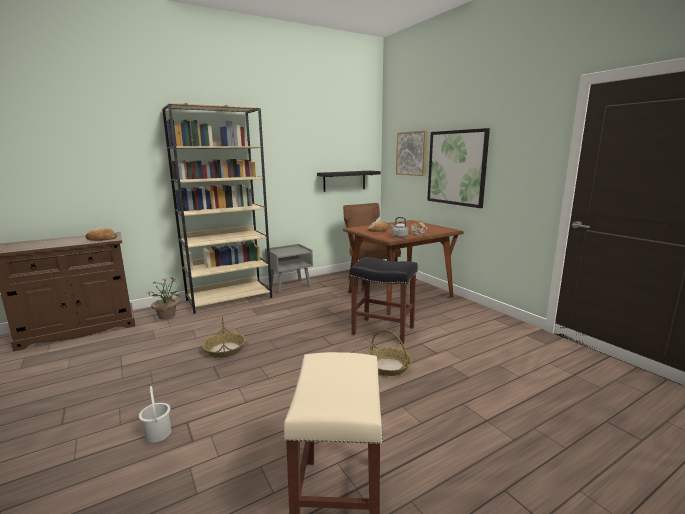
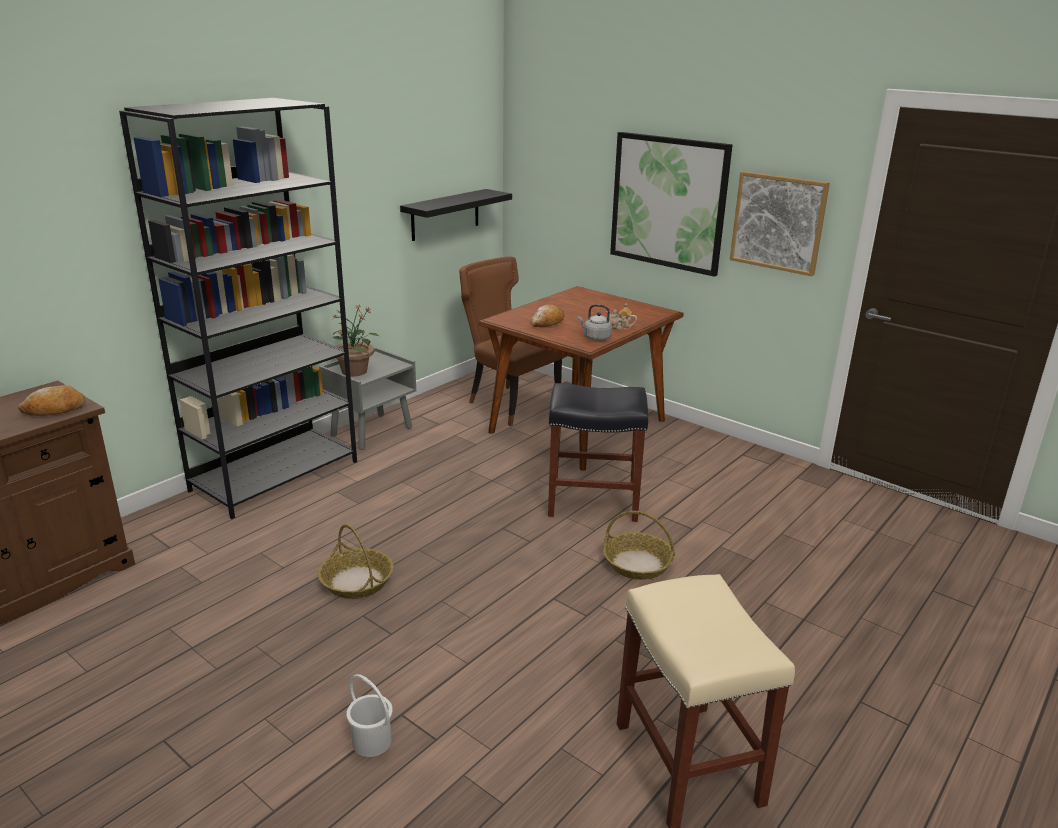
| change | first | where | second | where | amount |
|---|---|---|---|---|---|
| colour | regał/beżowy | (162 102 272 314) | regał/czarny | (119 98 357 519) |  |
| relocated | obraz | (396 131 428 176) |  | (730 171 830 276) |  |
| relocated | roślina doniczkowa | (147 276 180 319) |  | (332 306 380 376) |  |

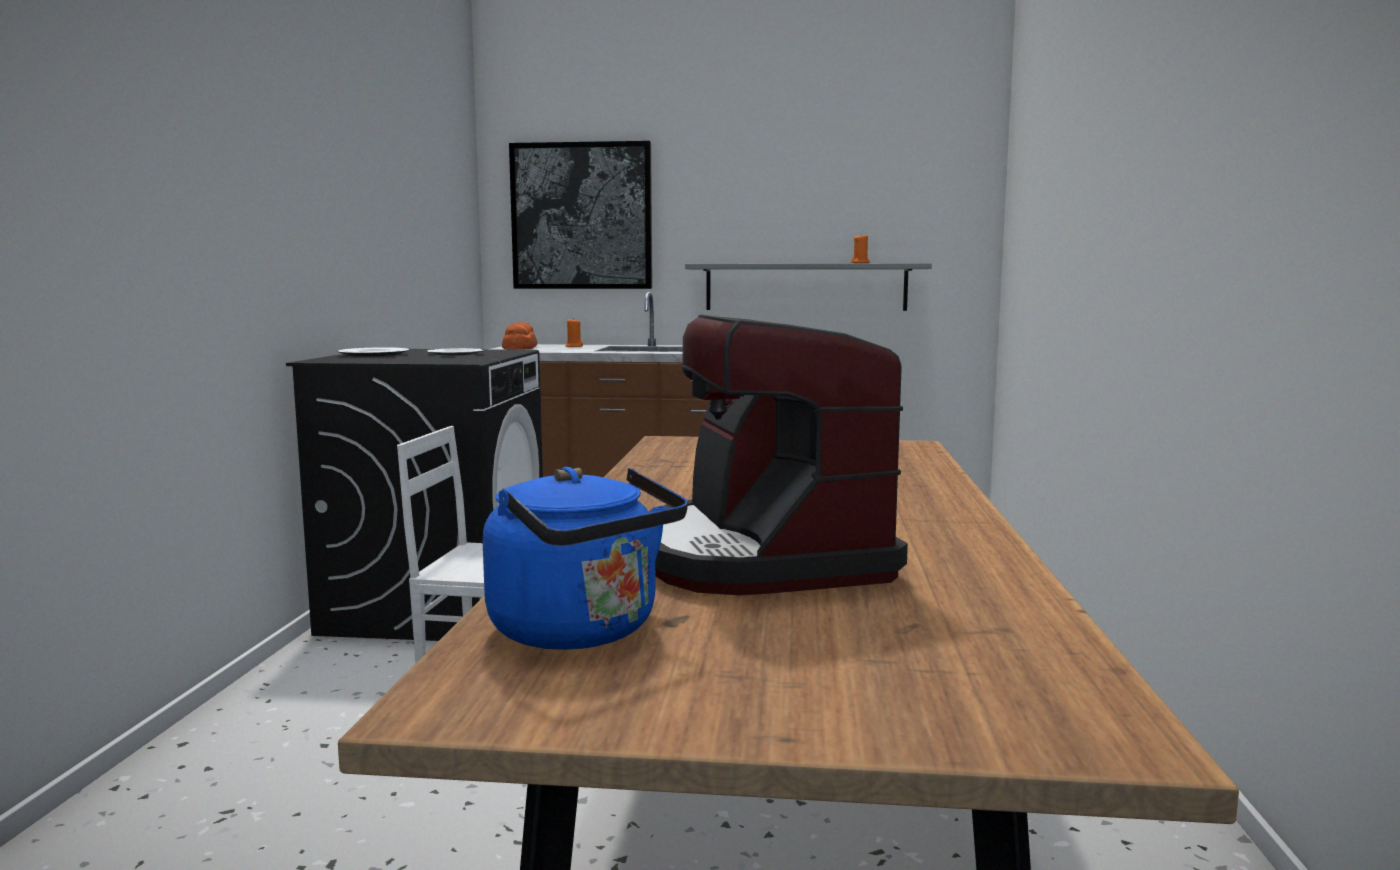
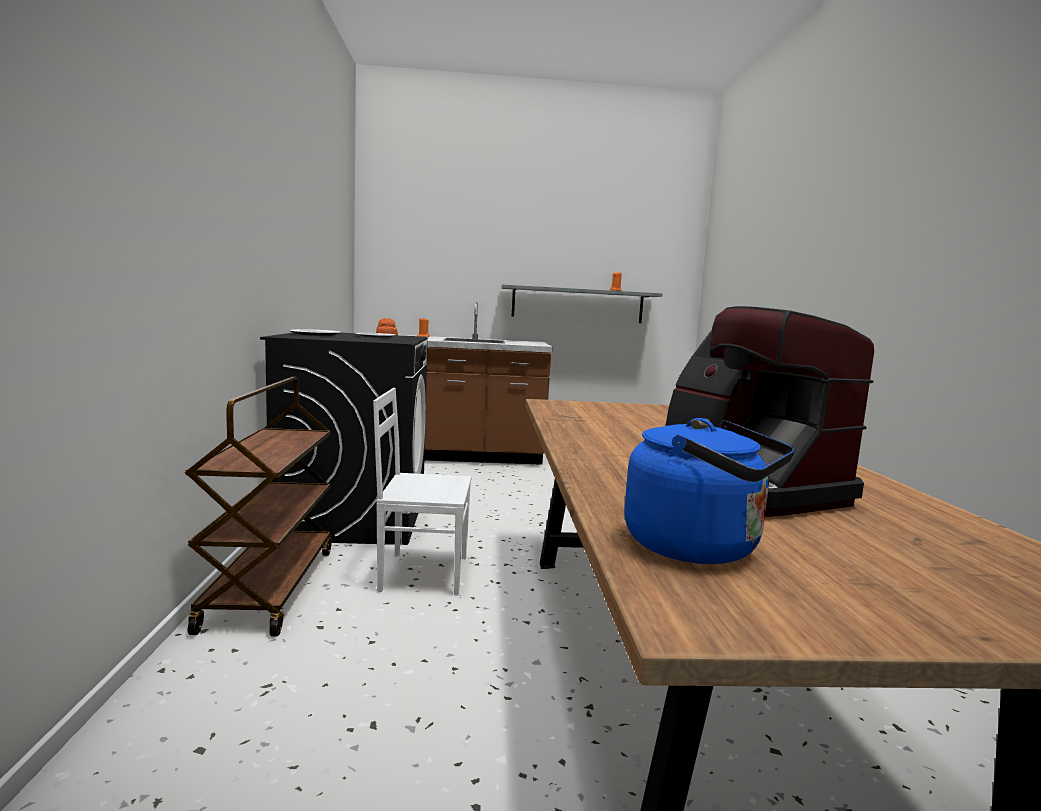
| change | first | where | second | where | amount |
|---|---|---|---|---|---|
| missing | obraz | (509 141 652 289) |  |  |  |
| appeared |  |  | wózek/brązowy | (185 377 332 636) |  |

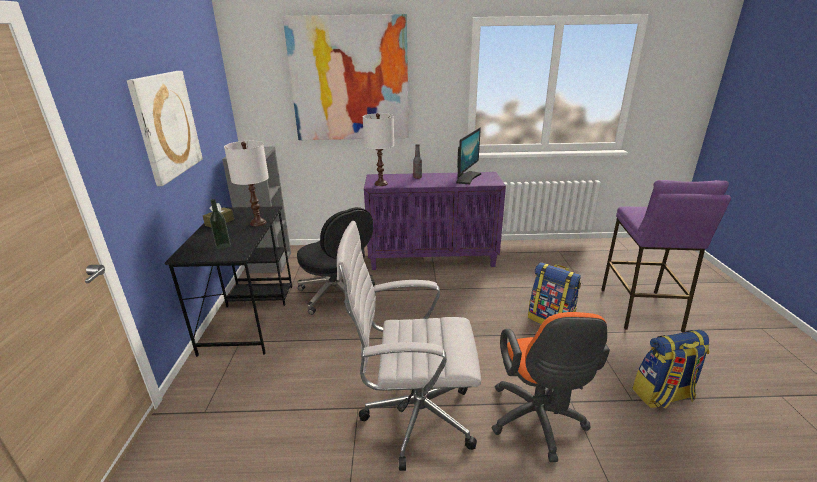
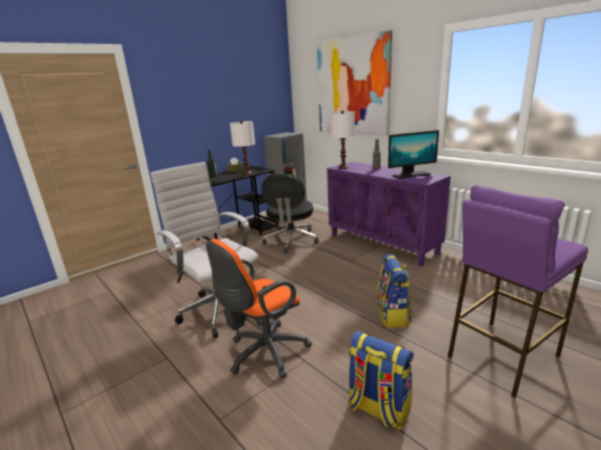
| change | first | where | second | where | amount |
|---|---|---|---|---|---|
| missing | obraz | (127 71 203 186) |  |  |  |

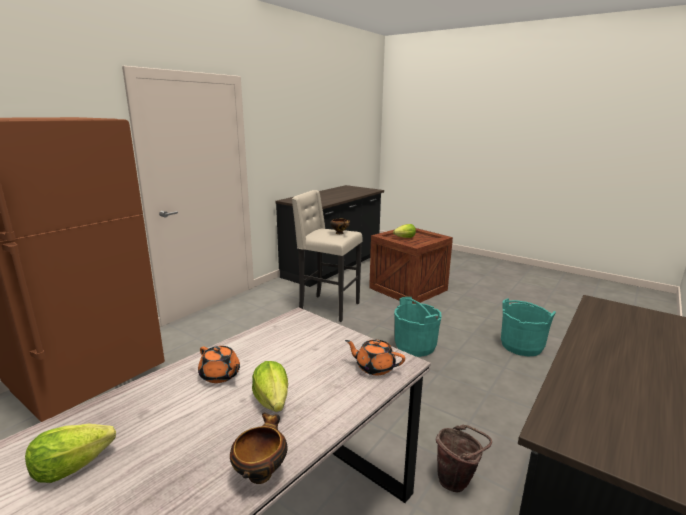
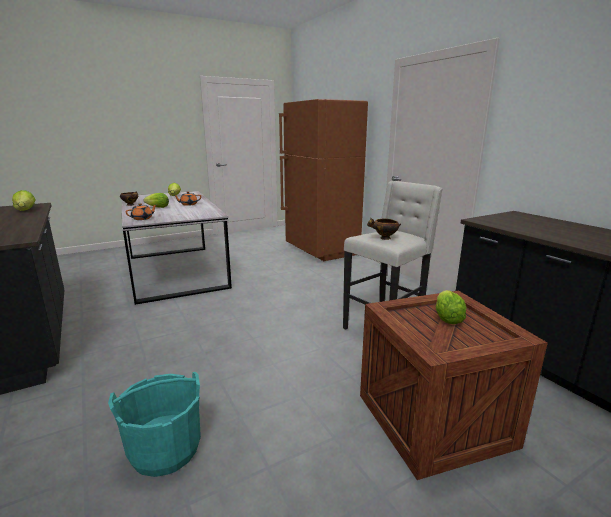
| change | first | where | second | where | amount |
|---|---|---|---|---|---|
| missing | wiadro/turkusowy | (394 297 441 357) |  |  |  |
| missing | wiadro/brązowy | (436 425 492 492) |  |  |  |
| appeared |  |  | sałata | (12 190 36 211) |  |

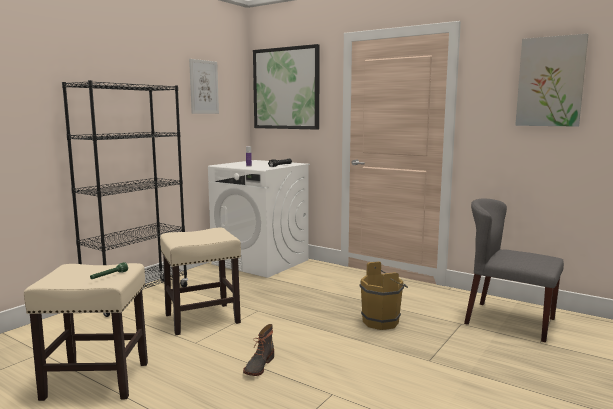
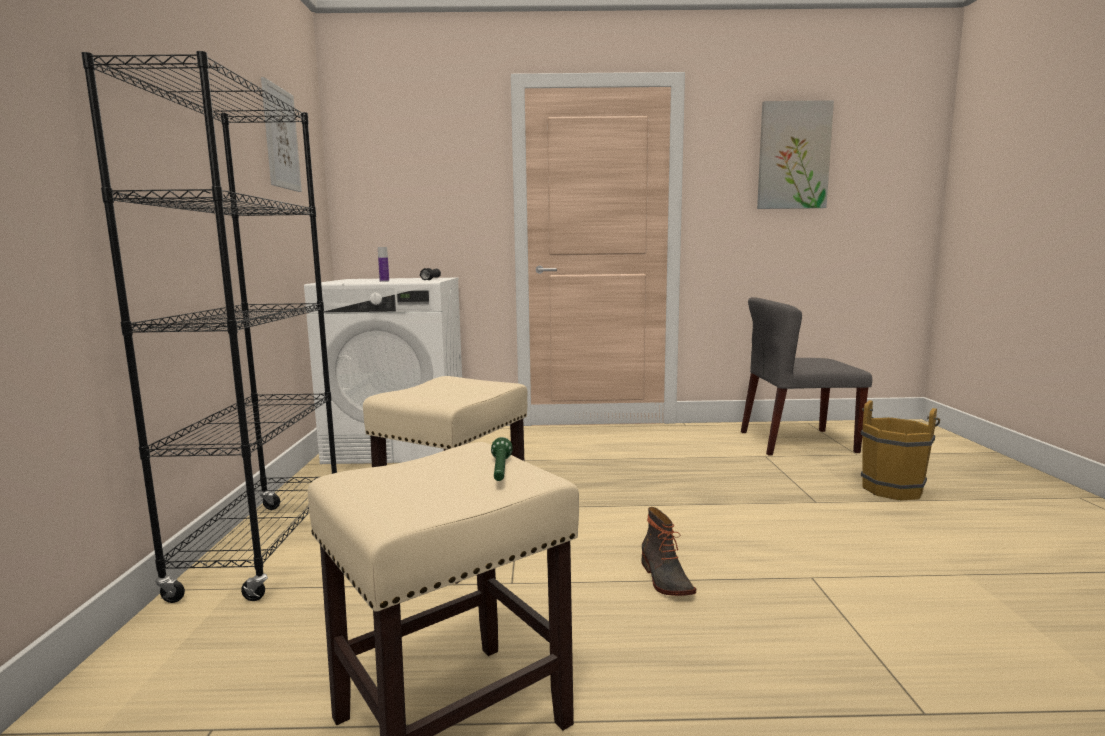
| change | first | where | second | where | amount |
|---|---|---|---|---|---|
| missing | obraz | (253 44 320 130) |  |  |  |
| relocated | wiadro/brązowy | (360 261 408 330) |  | (861 400 940 500) |  |

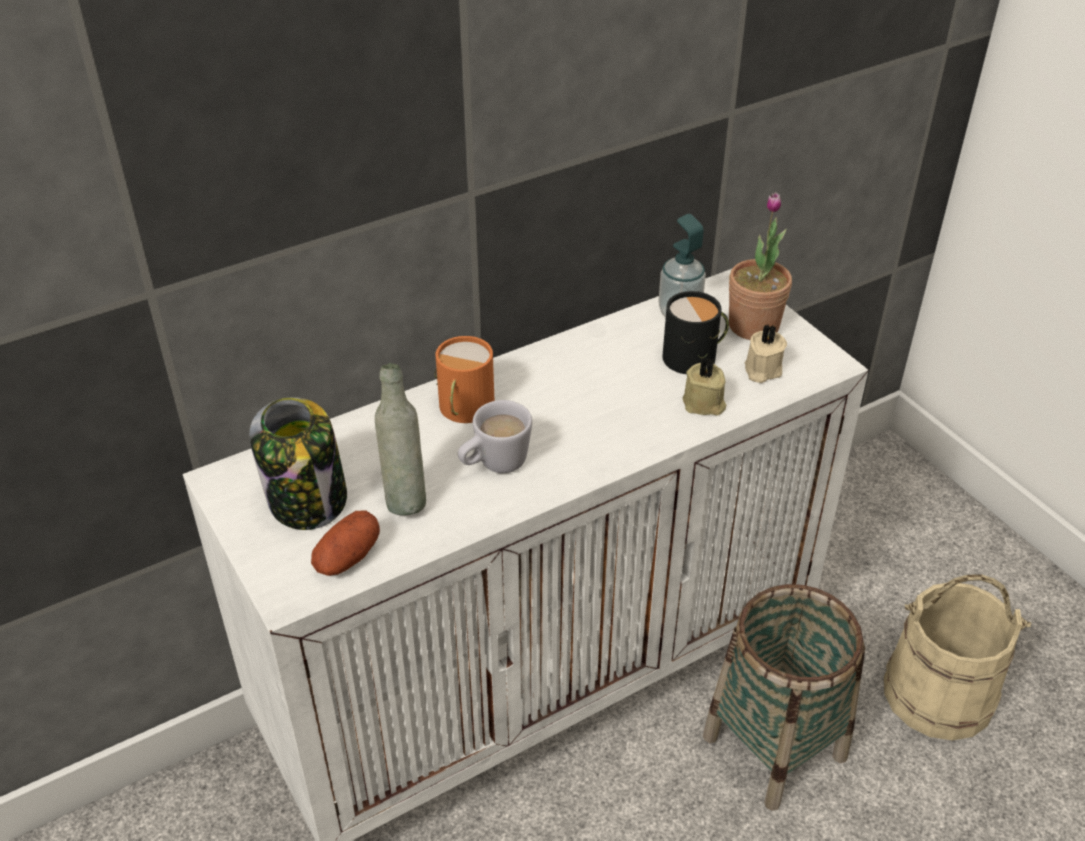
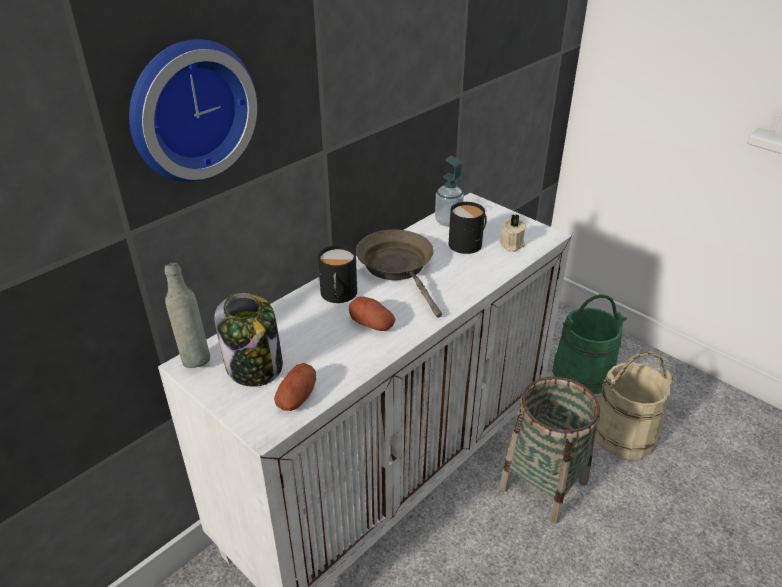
| change | first | where | second | where | amount |
|---|---|---|---|---|---|
| missing | roślina doniczkowa | (729 192 792 340) |  |  |  |
| colour | kubek/pomarańczowy | (434 336 495 423) | kubek/czarny | (318 245 357 303) |  |
| missing | świeca/beżowy | (682 357 727 416) |  |  |  |
| relocated | butelka/szary | (375 363 426 515) |  | (164 263 210 368) |  |
| exchanged | kubek/biały | (458 400 532 473) | ziemniak | (349 296 395 331) |  |
| appeared |  |  | zegar ścienny | (129 39 257 182) |  |
| appeared |  |  | patelnia/brązowy | (356 230 442 318) |  |
| appeared |  |  | wiadro/zielony | (553 294 627 394) |  |

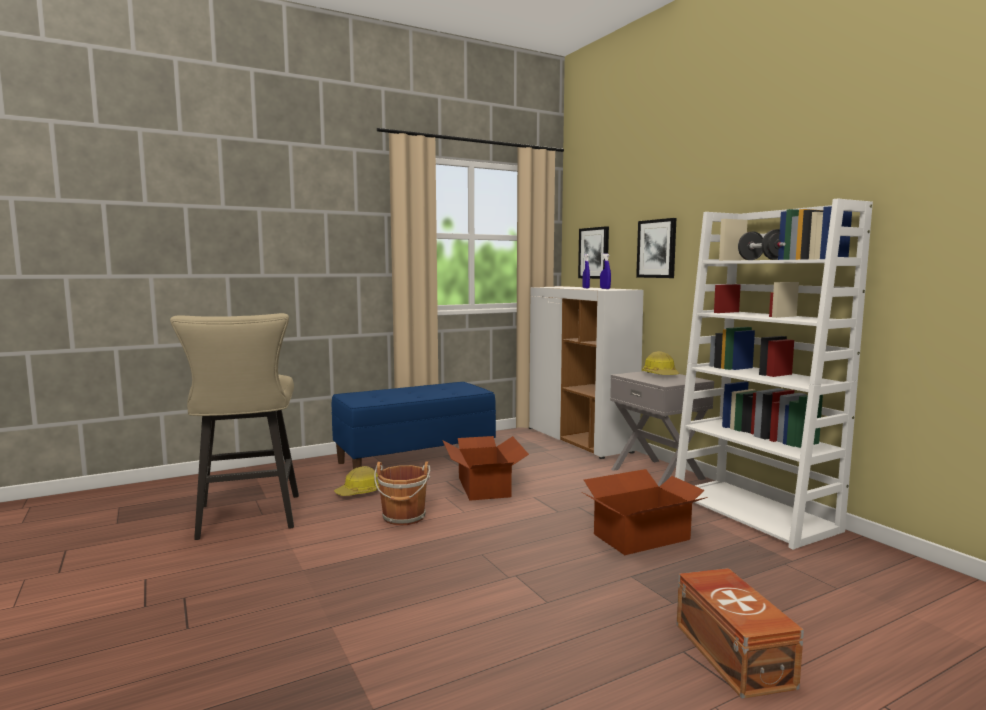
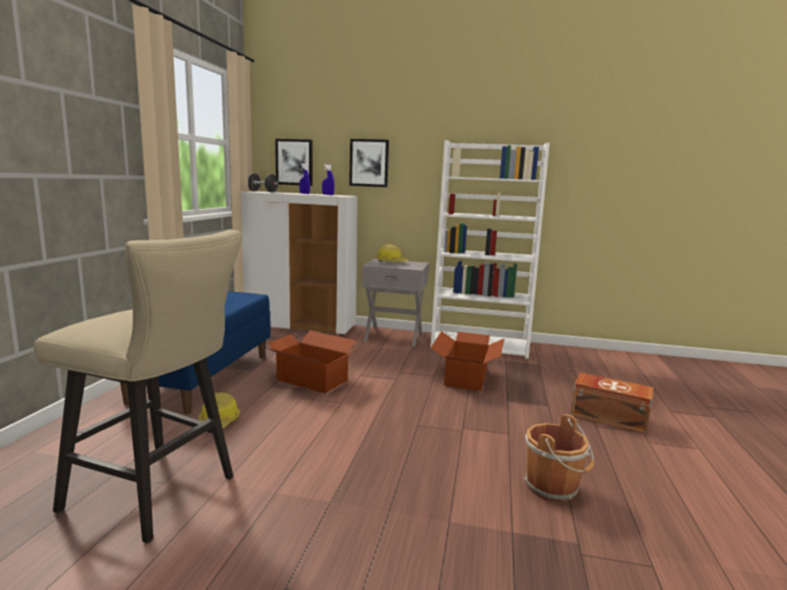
| change | first | where | second | where | amount |
|---|---|---|---|---|---|
| relocated | hantel/czarny | (738 229 785 260) |  | (248 173 278 192) |  |
| relocated | wiadro/brązowy | (374 461 430 525) |  | (524 414 595 502) |  |

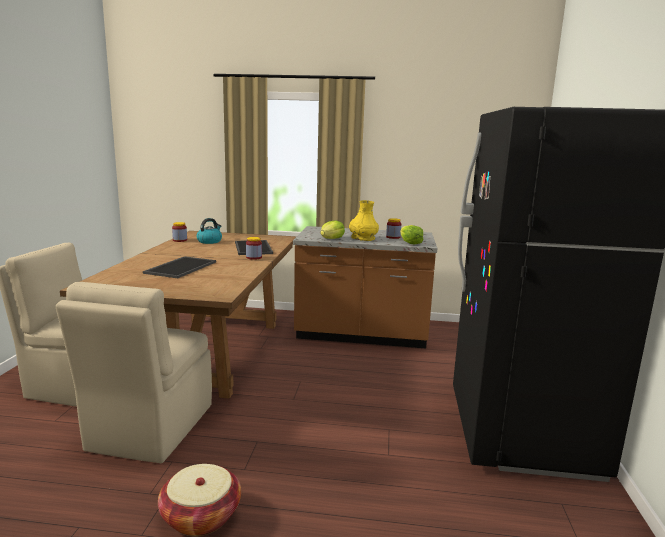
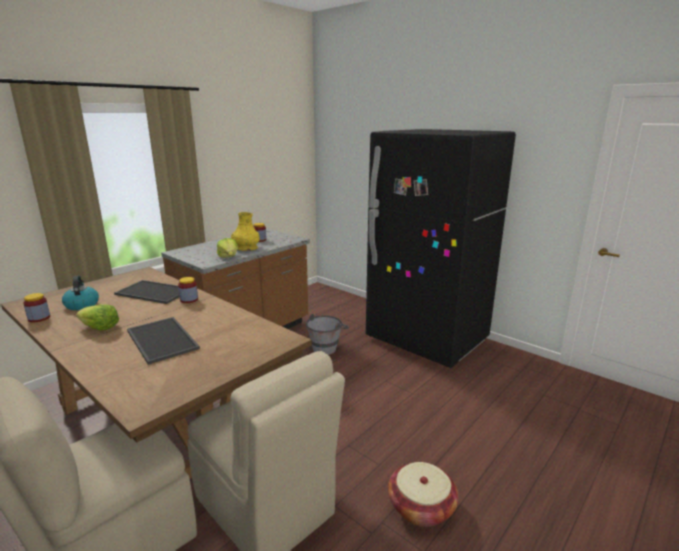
| change | first | where | second | where | amount |
|---|---|---|---|---|---|
| relocated | sałata | (400 225 424 244) |  | (76 304 119 331) |  |
| appeared |  |  | wiadro/szary | (306 314 349 355) |  |

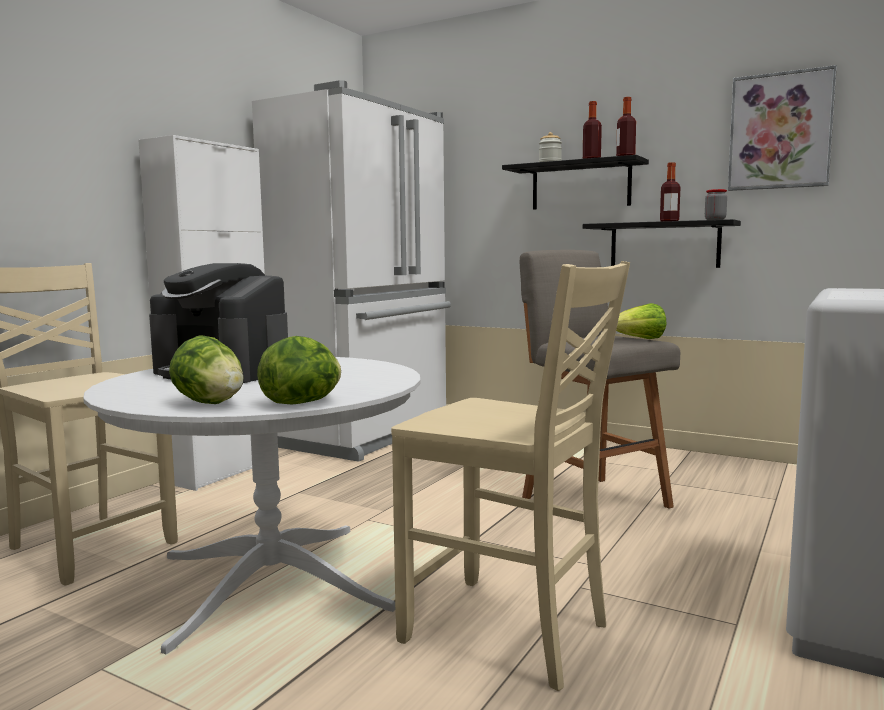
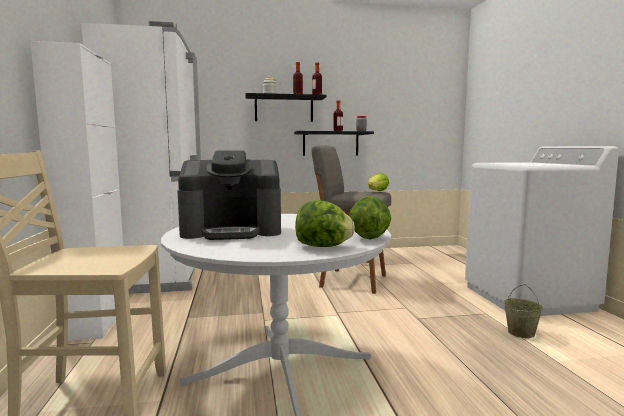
| change | first | where | second | where | amount |
|---|---|---|---|---|---|
| missing | obraz | (728 65 837 191) |  |  |  |
| missing | krzesło/beżowy | (391 261 630 691) |  |  |  |
| appeared |  |  | wiadro/beżowy | (504 284 543 338) |  |

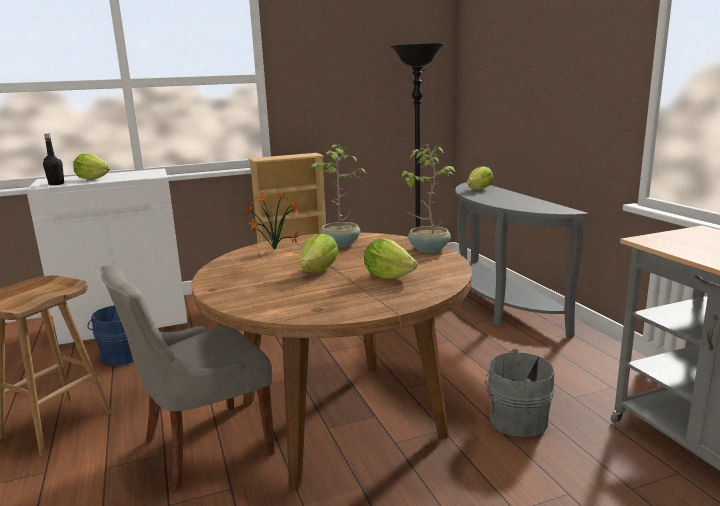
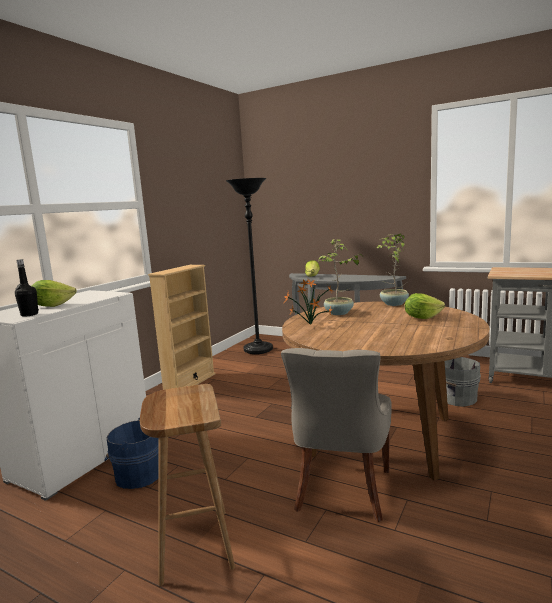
| change | first | where | second | where | amount |
|---|---|---|---|---|---|
| missing | sałata | (300 233 339 272) |  |  |  |

